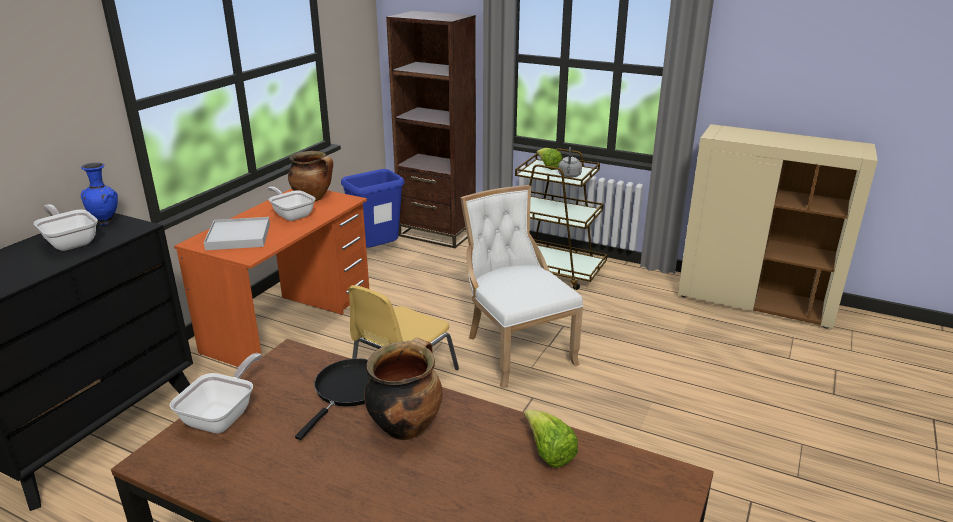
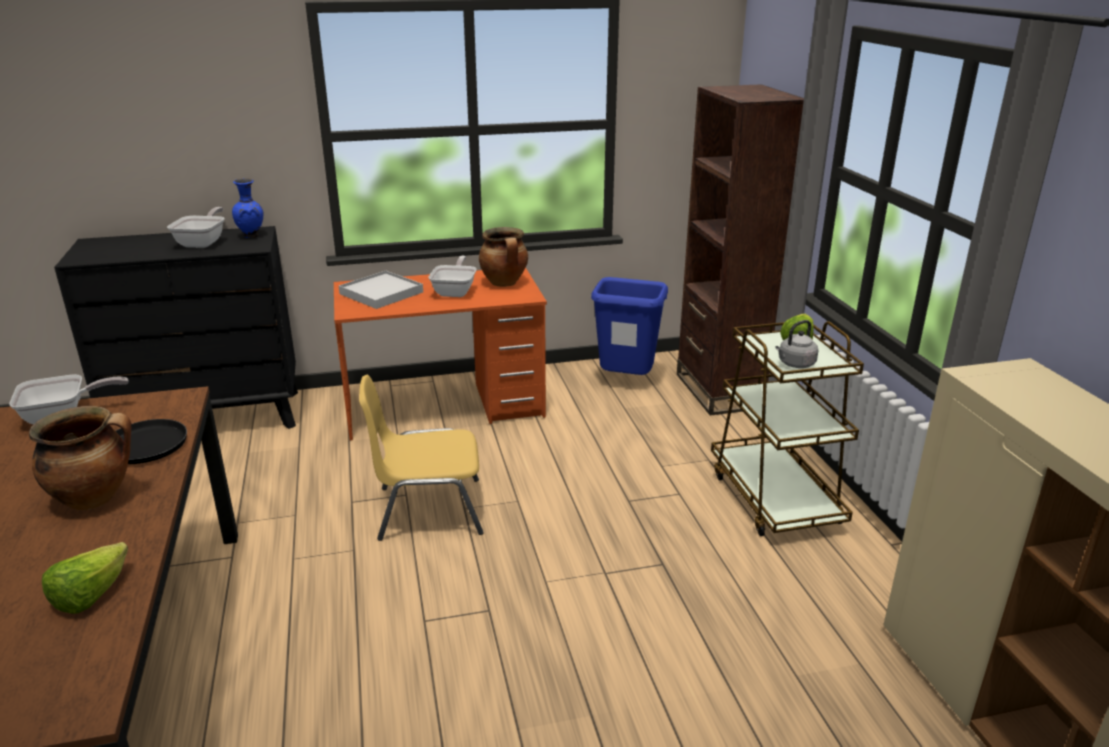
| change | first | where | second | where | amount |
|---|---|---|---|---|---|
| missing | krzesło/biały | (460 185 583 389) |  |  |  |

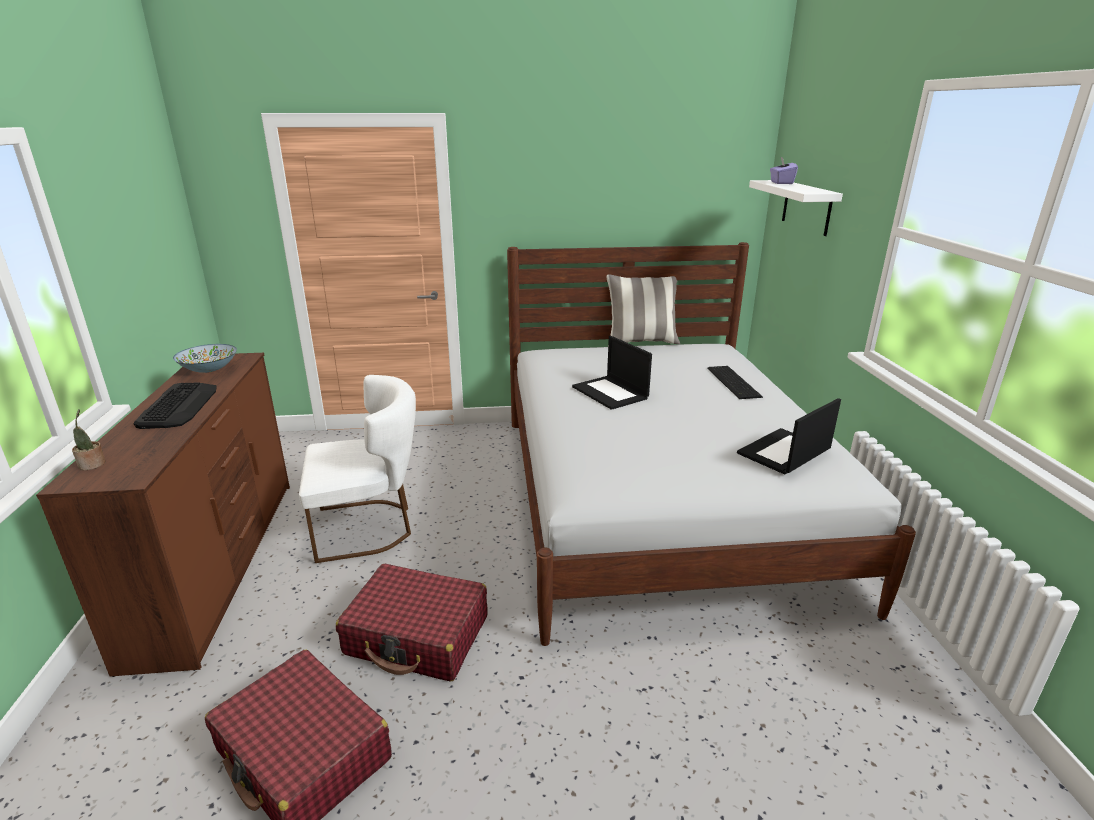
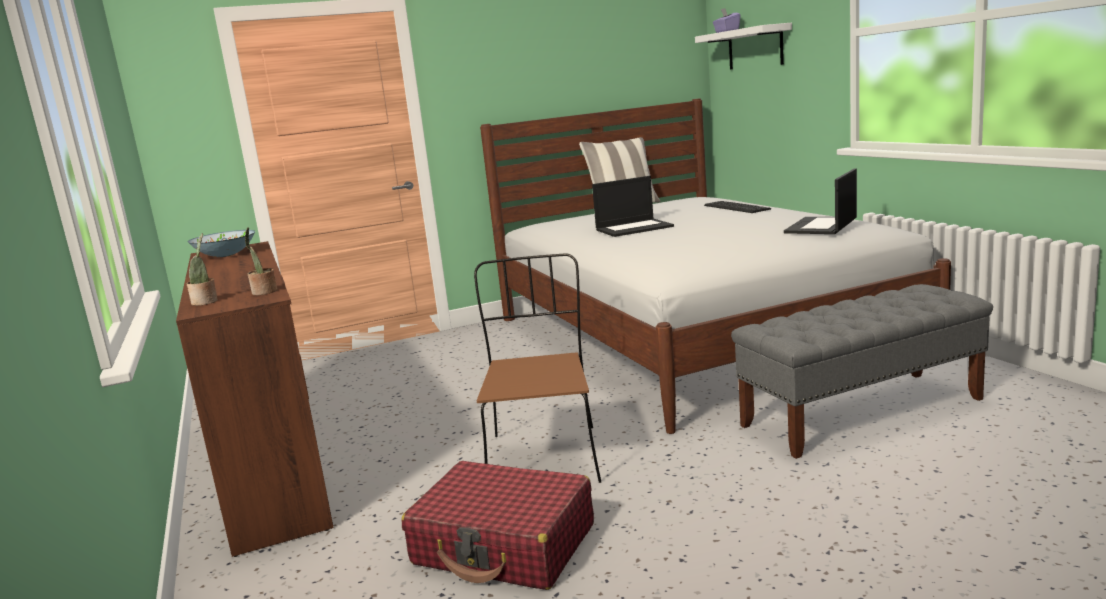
| change | first | where | second | where | amount |
|---|---|---|---|---|---|
| spun | laptop | (572 336 652 410) |  | (592 176 674 237) | 60 degrees counterclockwise |
| missing | krzesło/biały | (299 375 416 563) |  |  |  |
| missing | klawiatura | (133 383 217 429) |  |  |  |
| exchanged | walizka/czerwony | (336 563 488 682) | krzesło/brązowy | (474 253 601 483) |  |
| appeared |  |  | roślina doniczkowa | (245 227 277 295) |  |
| appeared |  |  | ławka/szary | (731 284 993 459) |  |

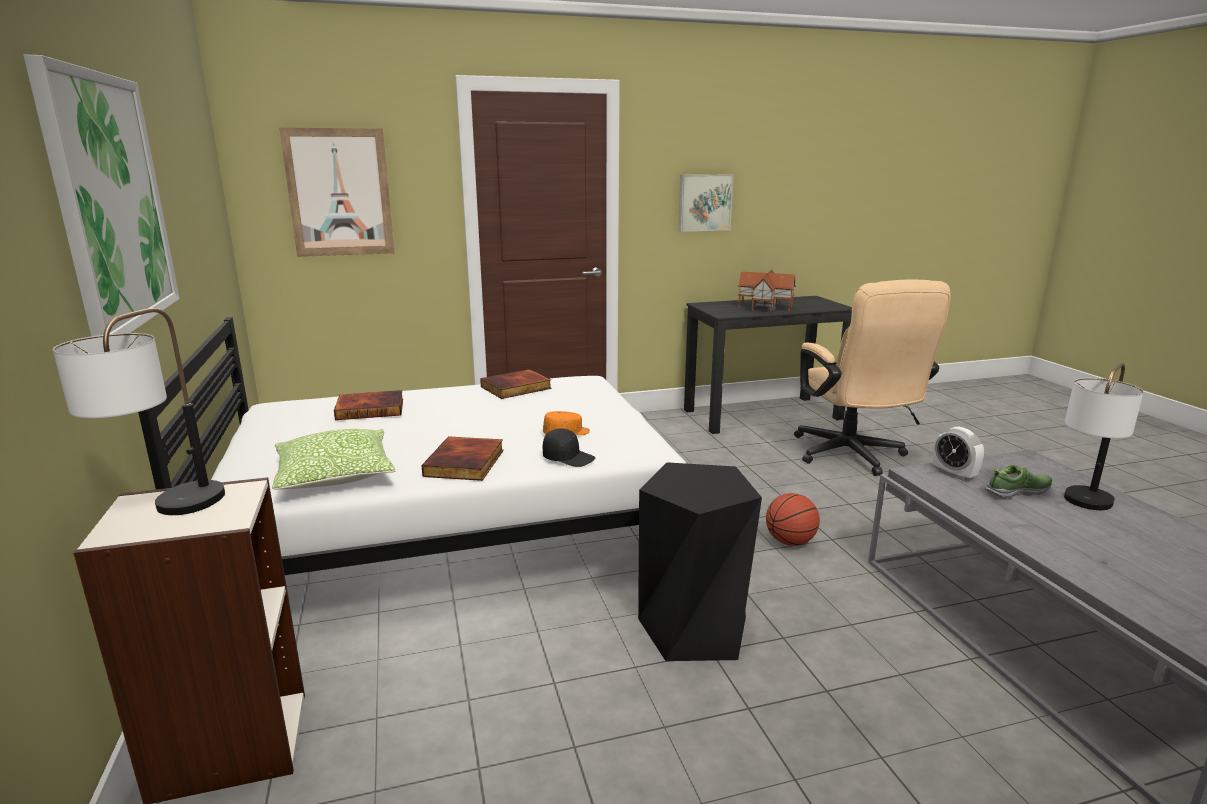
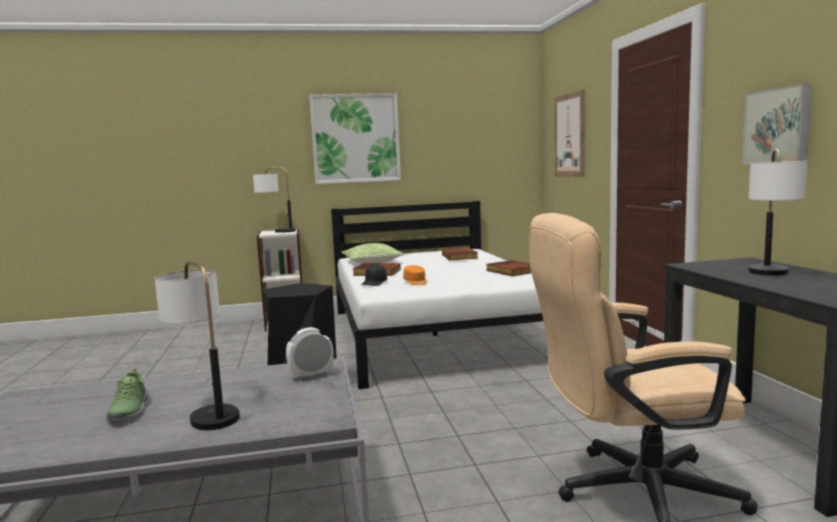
| change | first | where | second | where | amount |
|---|---|---|---|---|---|
| exchanged | domek | (738 270 796 313) | lampa stołowa | (748 149 807 275) |  |
| relocated | but | (985 464 1052 499) |  | (106 369 149 421) |  |
| missing | piłka do koszykówki | (766 493 820 546) |  |  |  |

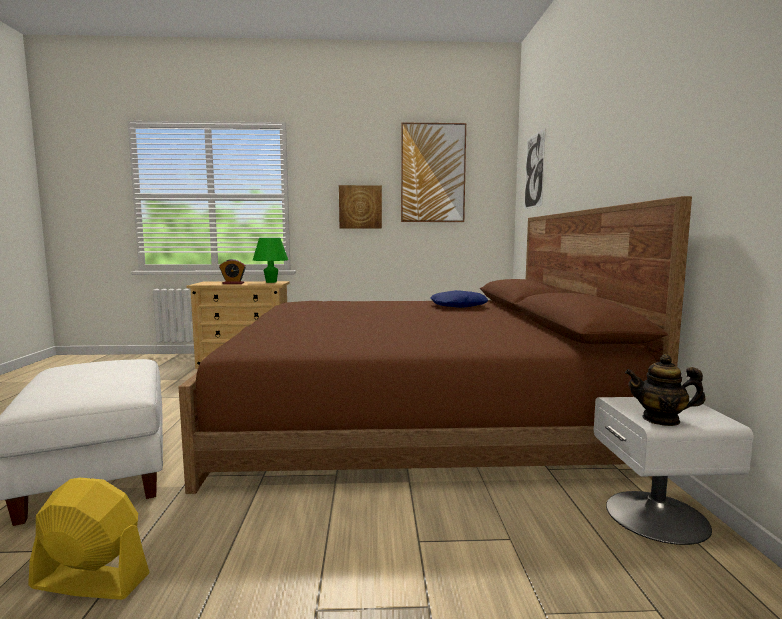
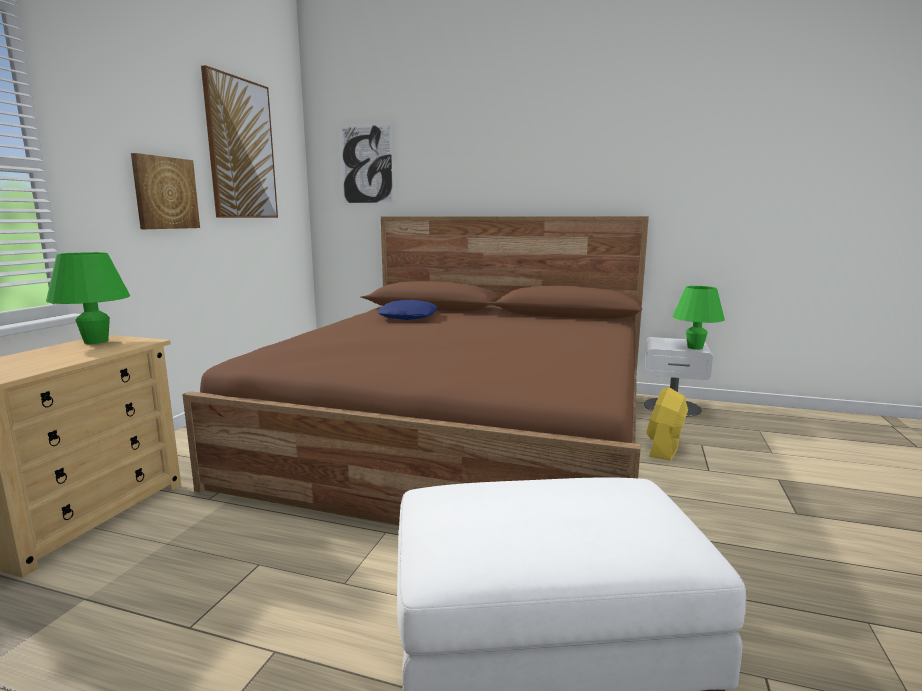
| change | first | where | second | where | amount |
|---|---|---|---|---|---|
| missing | budzik | (219 259 246 284) |  |  |  |
| exchanged | imbryk | (625 354 706 426) | lampa stołowa/zielony | (672 286 725 350) |  |
| relocated | wentylator/żółty | (28 478 150 600) |  | (647 387 688 461) |  |

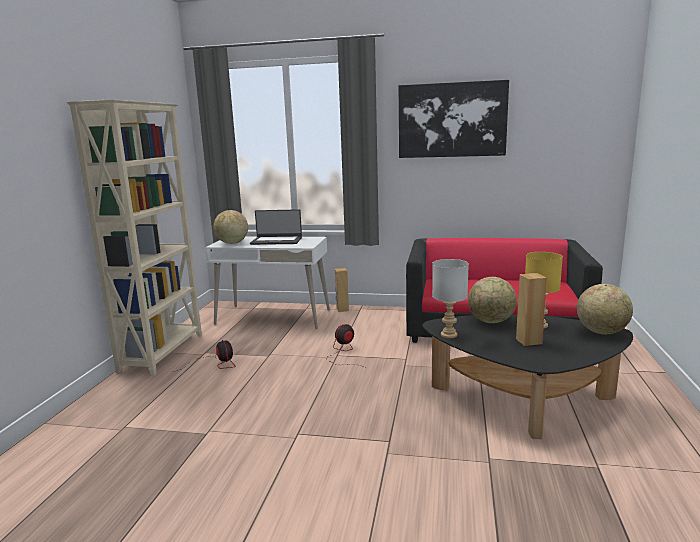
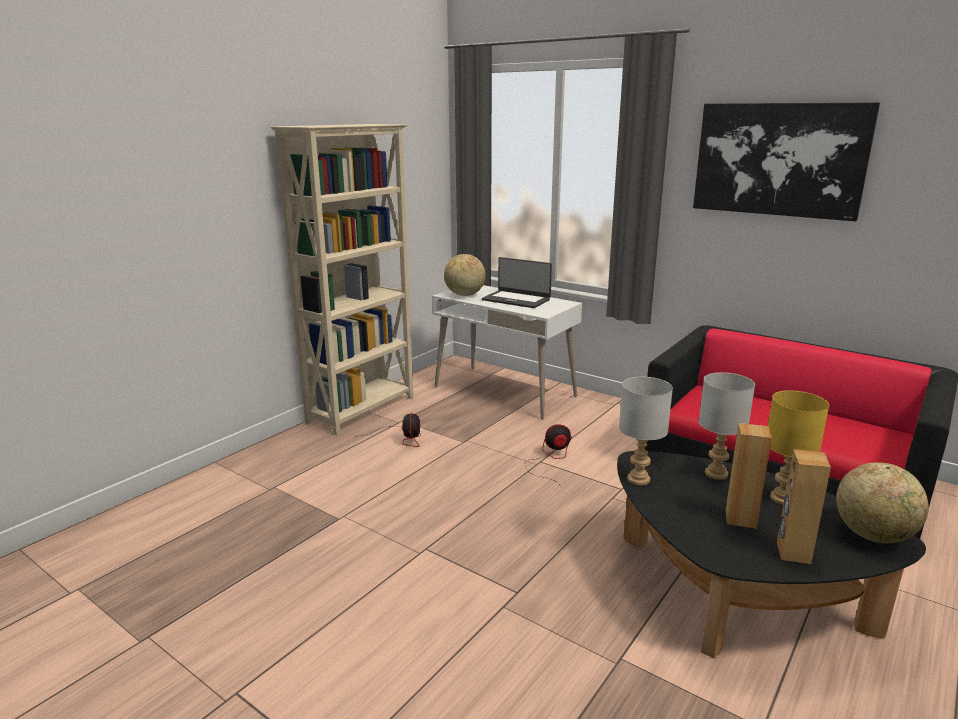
| change | first | where | second | where | amount |
|---|---|---|---|---|---|
| relocated | głośnik/brązowy | (335 268 349 312) |  | (777 449 831 564) |  |
| exchanged | globus | (468 277 517 323) | lampa stołowa/szary | (699 372 755 480) |  |

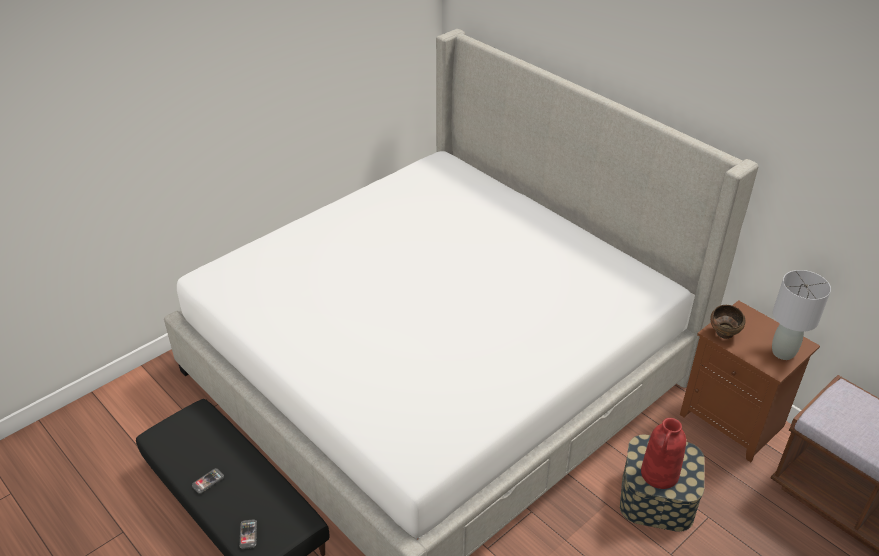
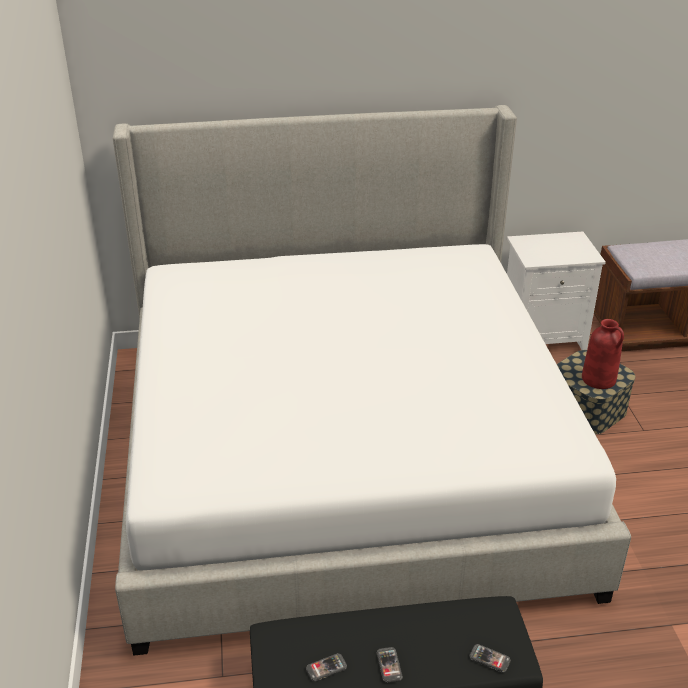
| change | first | where | second | where | amount |
|---|---|---|---|---|---|
| missing | lampa stołowa/szary | (772 270 831 360) |  |  |  |
| colour | szafka nocna/brązowy | (680 300 820 462) | szafka nocna/biały | (507 232 606 350) |  |
| missing | miska/brązowy | (710 305 745 339) |  |  |  |
| appeared |  |  | telefon | (306 653 347 682) |  |

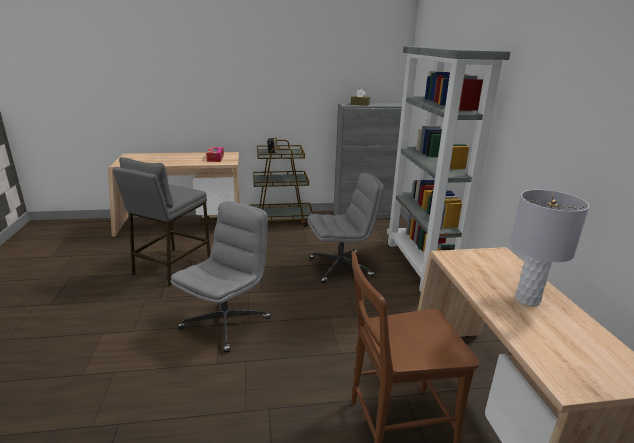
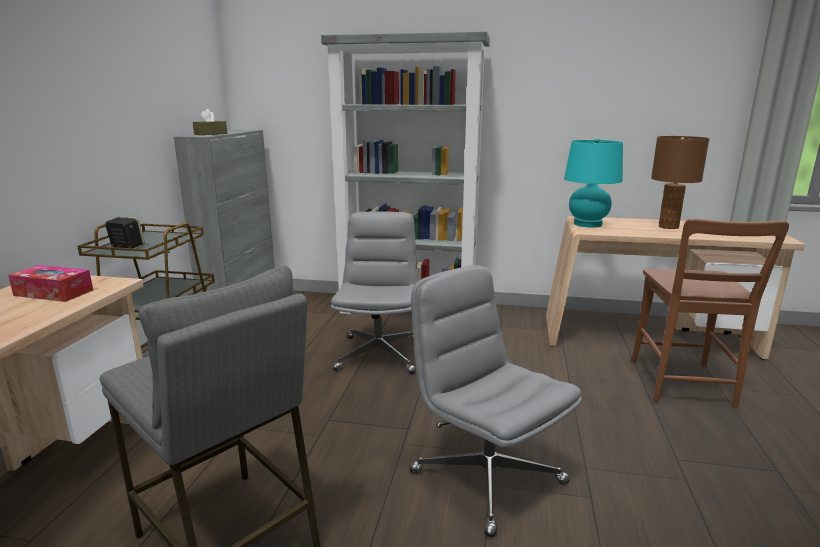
| change | first | where | second | where | amount |
|---|---|---|---|---|---|
| colour | lampa stołowa/szary | (510 190 589 306) | lampa stołowa/brązowy | (651 136 710 229) |  |
| appeared |  |  | lampa stołowa/turkusowy | (564 138 623 227) |  |

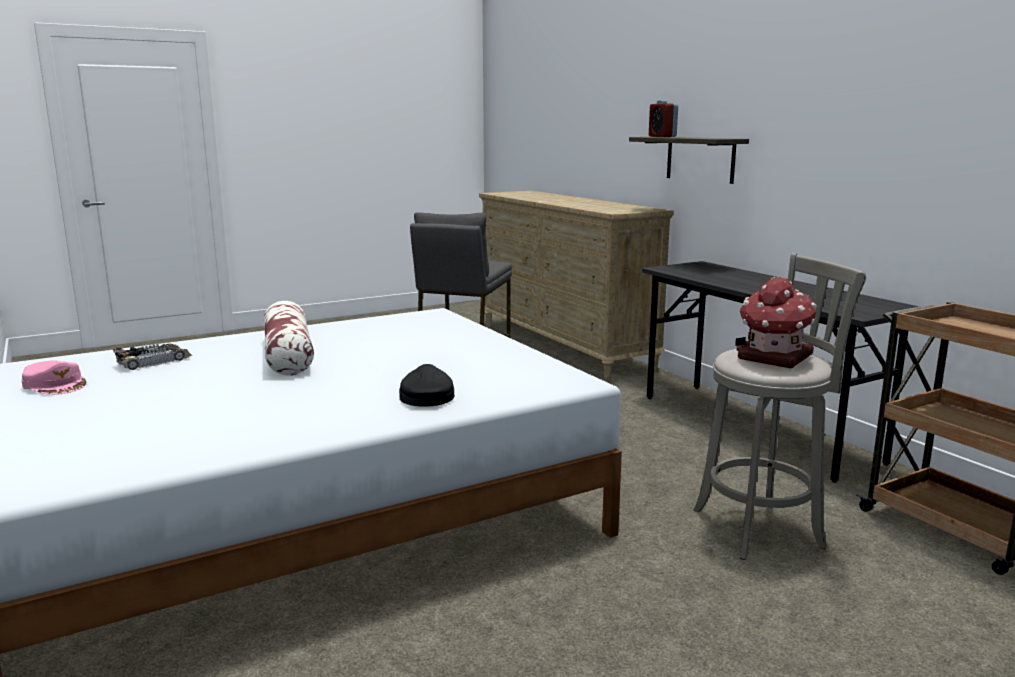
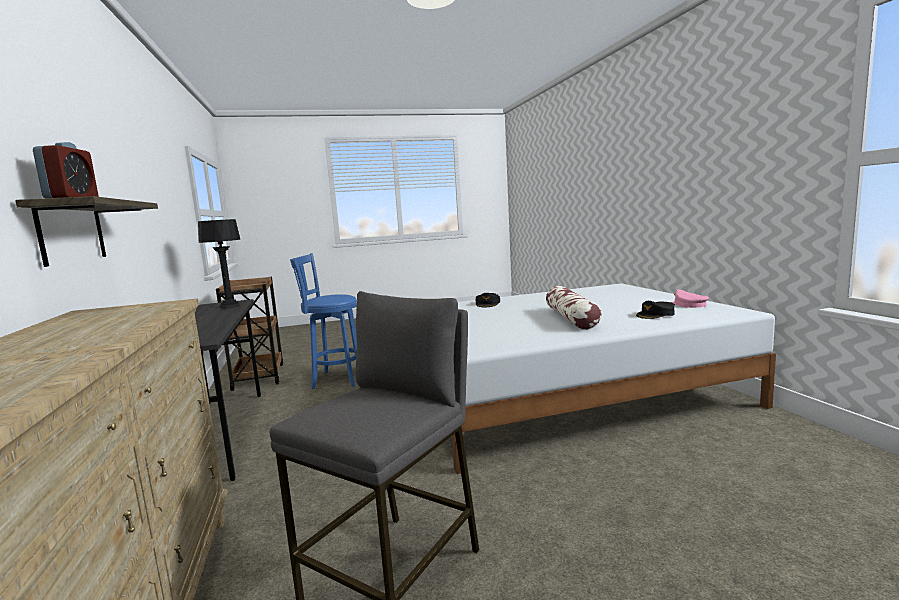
| change | first | where | second | where | amount |
|---|---|---|---|---|---|
| colour | stołek/szary | (694 253 866 560) | stołek/niebieski | (290 253 357 389) |  |
| missing | domek | (735 277 817 368) |  |  |  |
| exchanged | samochodzik | (113 344 193 370) | czapka z daszkiem/czarny | (636 301 675 319) |  |
| appeared |  |  | lampa stołowa/czarny | (198 219 240 309) |  |

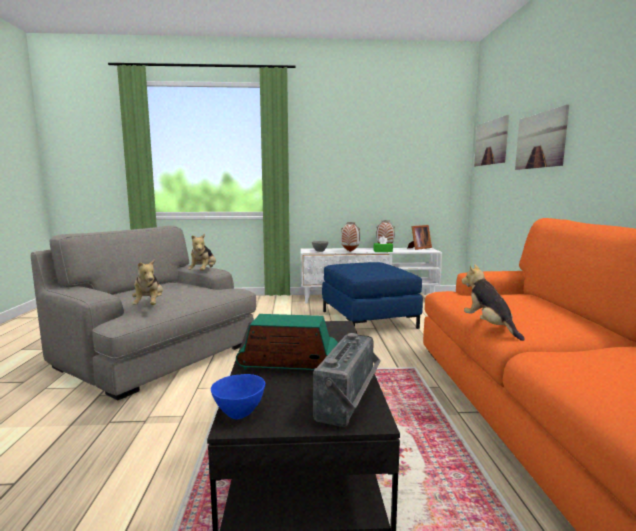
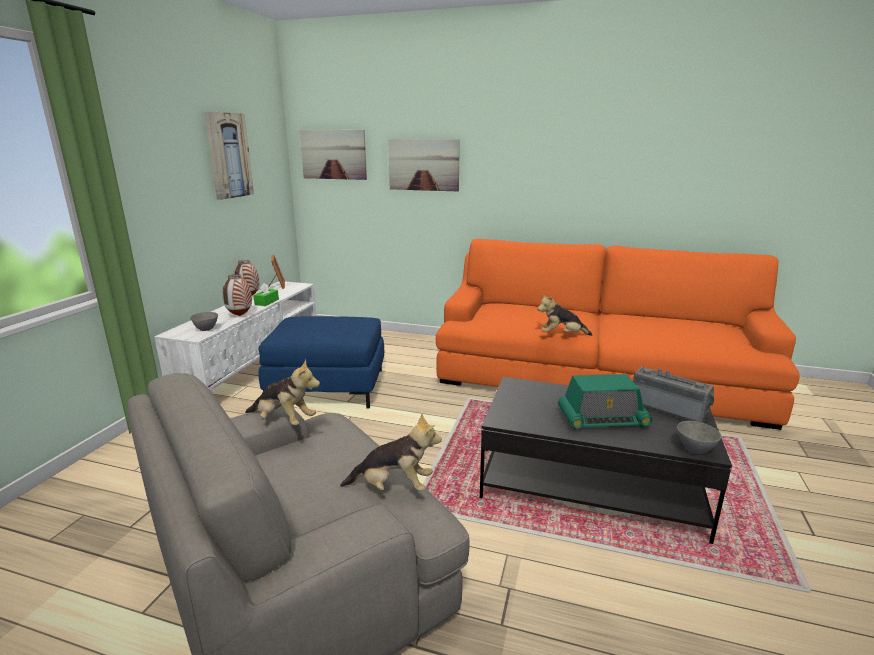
| change | first | where | second | where | amount |
|---|---|---|---|---|---|
| spun | radio | (236 314 338 370) |  | (558 374 653 430) | 120 degrees counterclockwise |
| colour | miska/niebieski | (211 374 265 419) | miska/szary | (677 421 721 454) |  |
| appeared |  |  | obraz | (204 111 254 200) |  |

